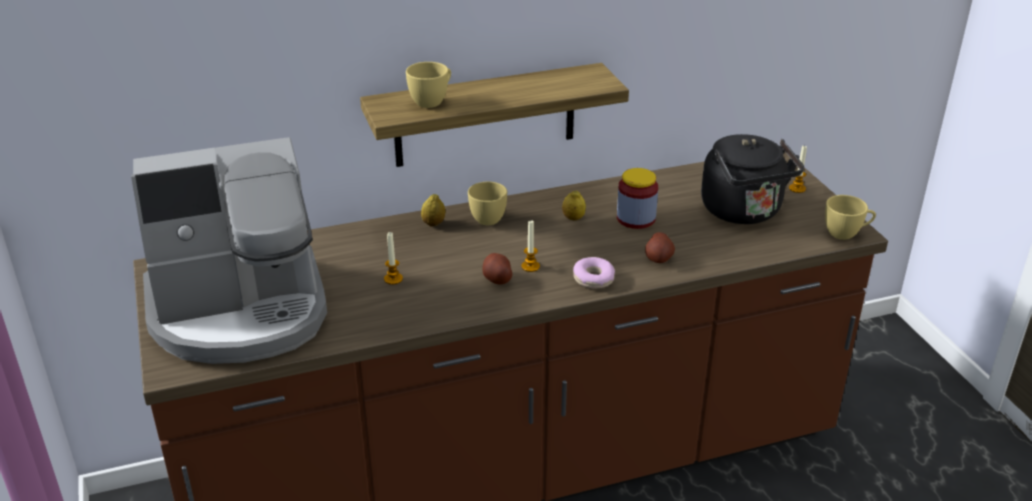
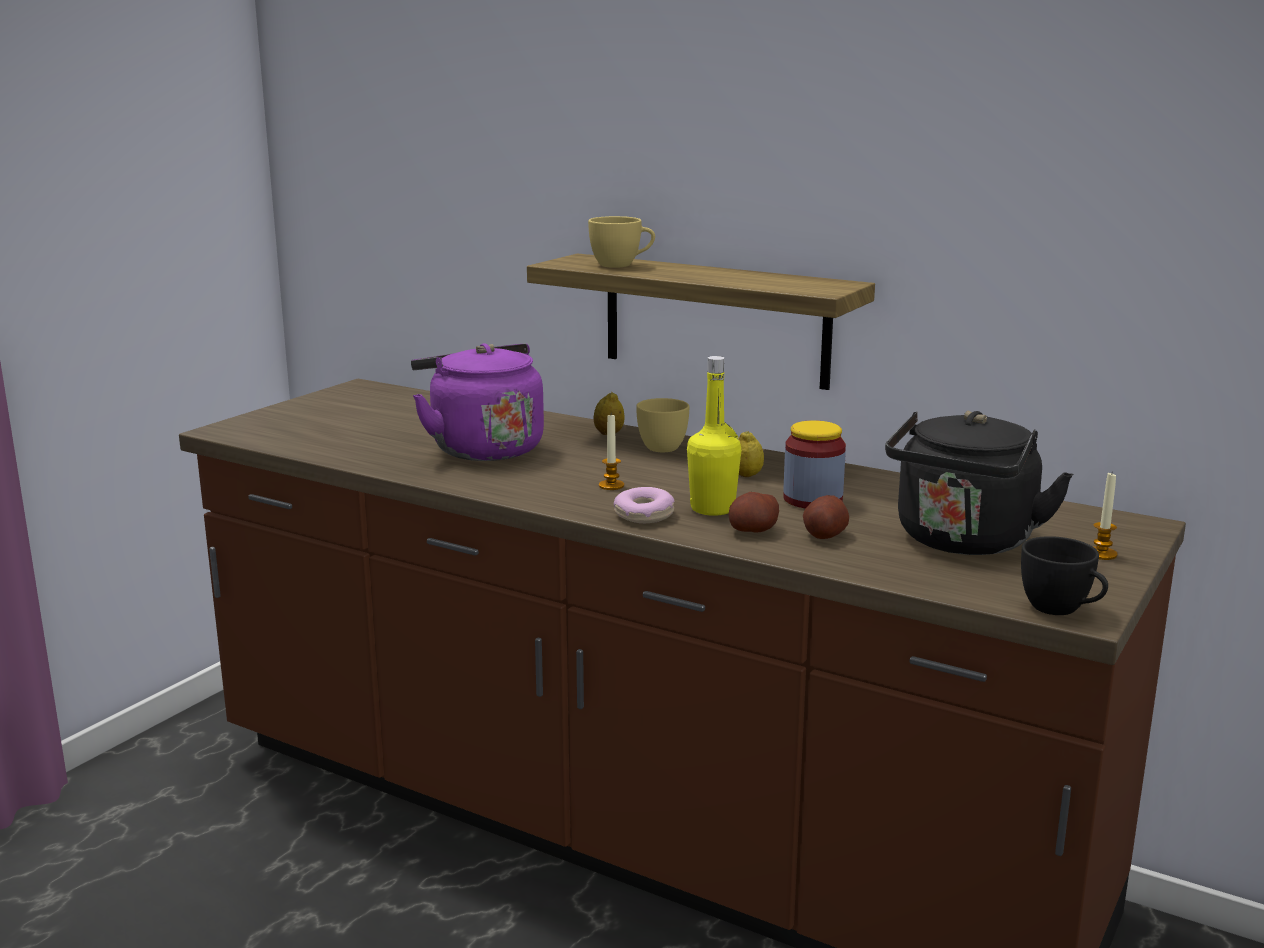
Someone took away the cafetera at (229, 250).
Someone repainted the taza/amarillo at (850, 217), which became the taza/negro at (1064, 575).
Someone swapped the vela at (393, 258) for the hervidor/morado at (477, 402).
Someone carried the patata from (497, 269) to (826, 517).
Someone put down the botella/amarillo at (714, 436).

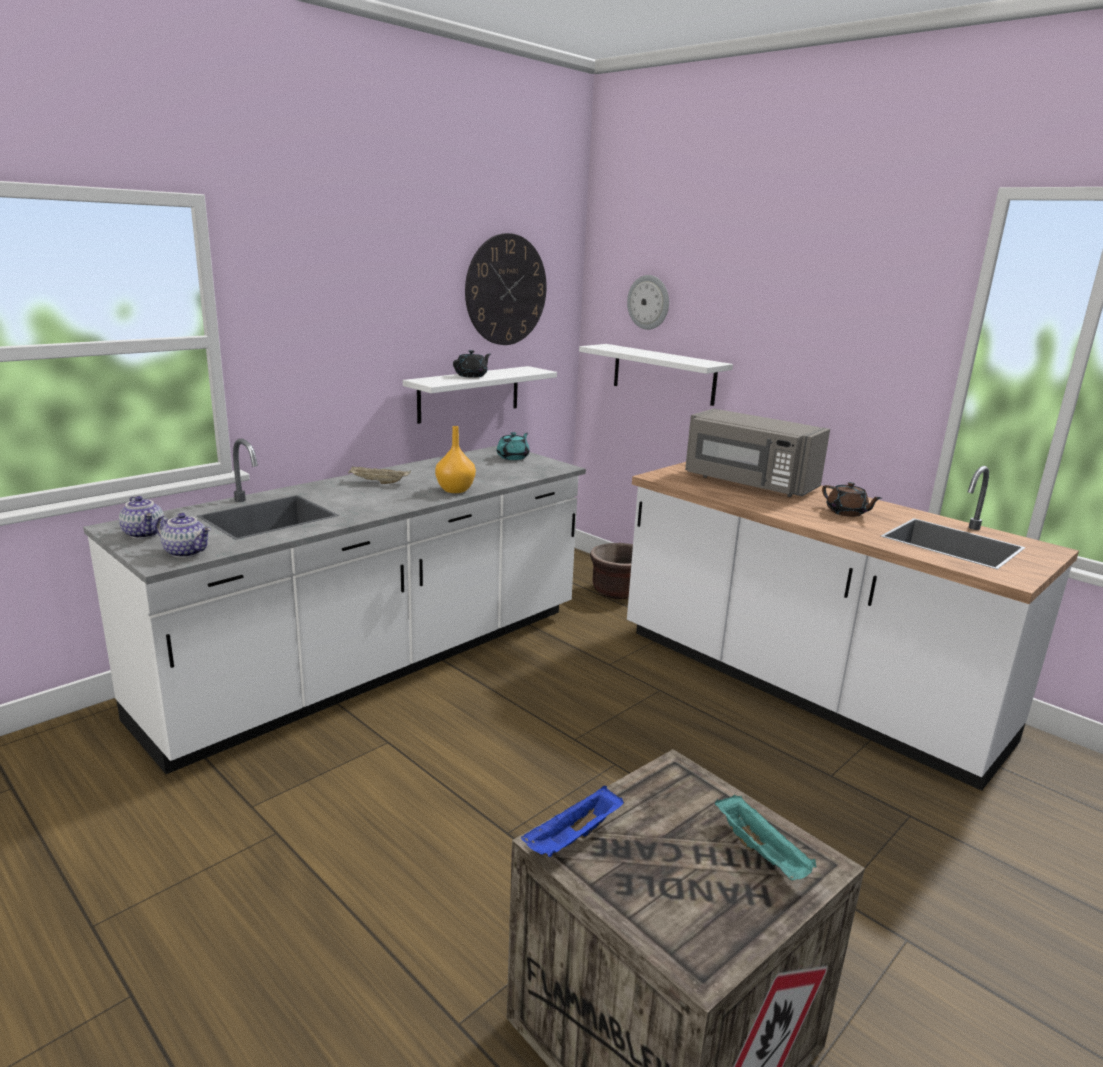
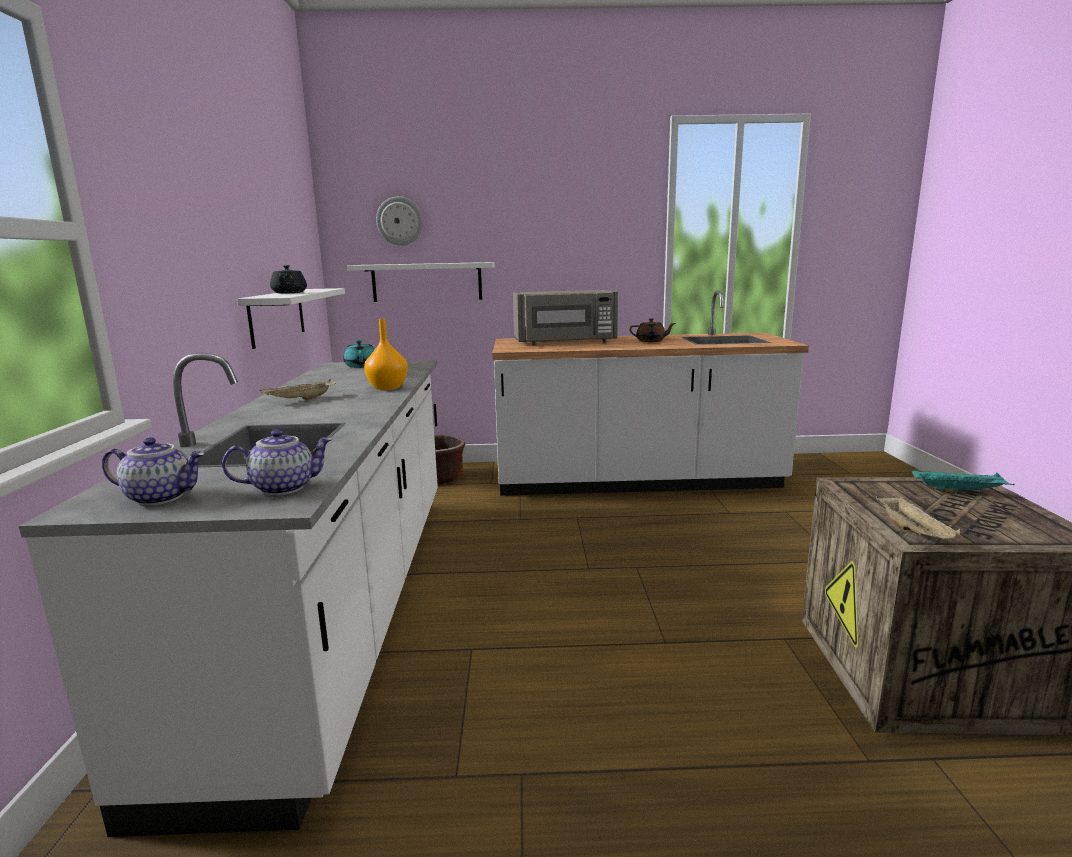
Someone took away the reloj de pared at (506, 289).
Someone repainted the bandeja/azul at (572, 821), which became the bandeja/beis at (918, 516).

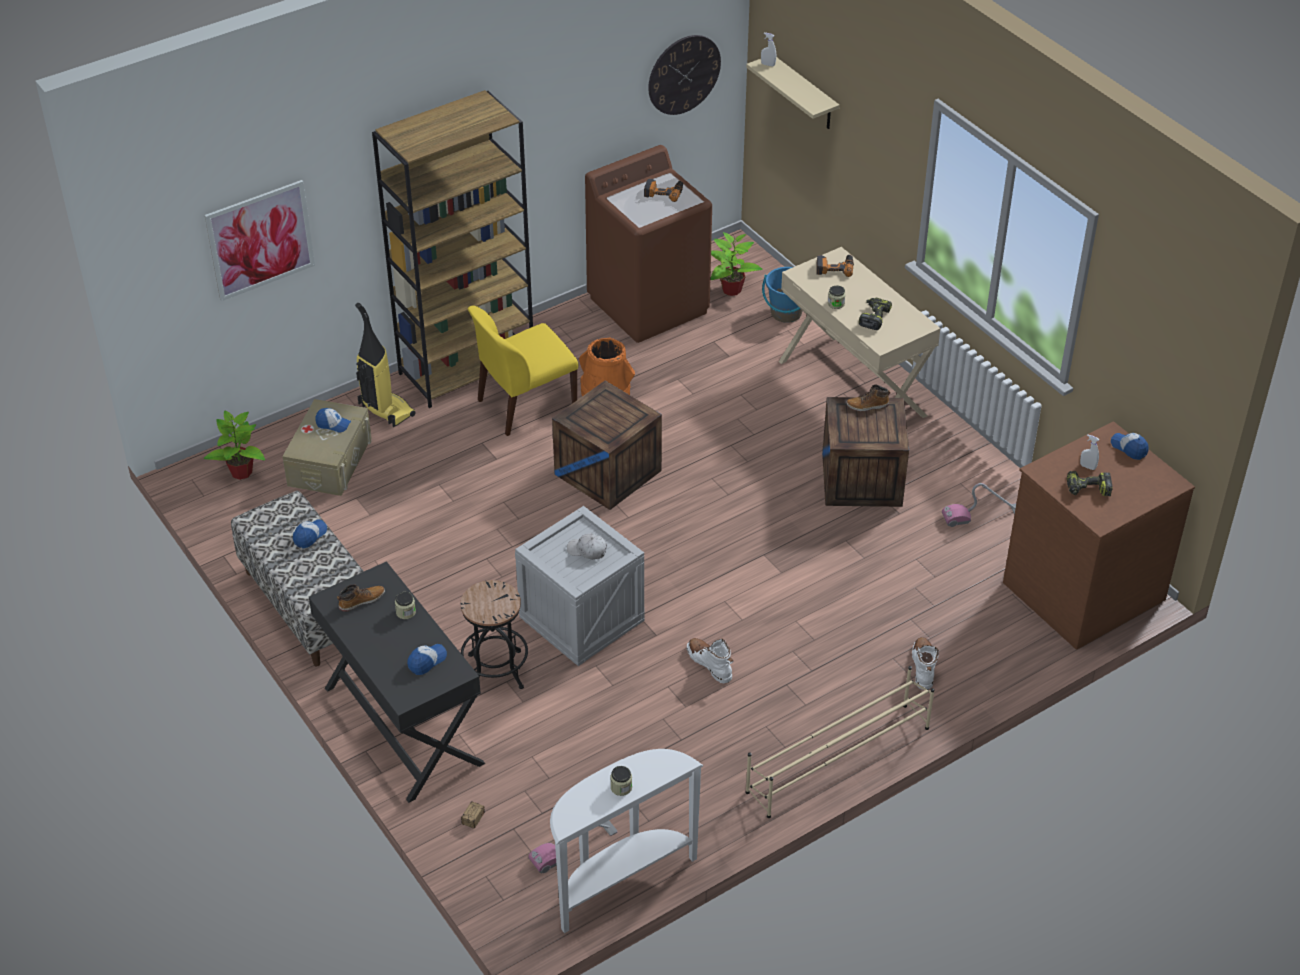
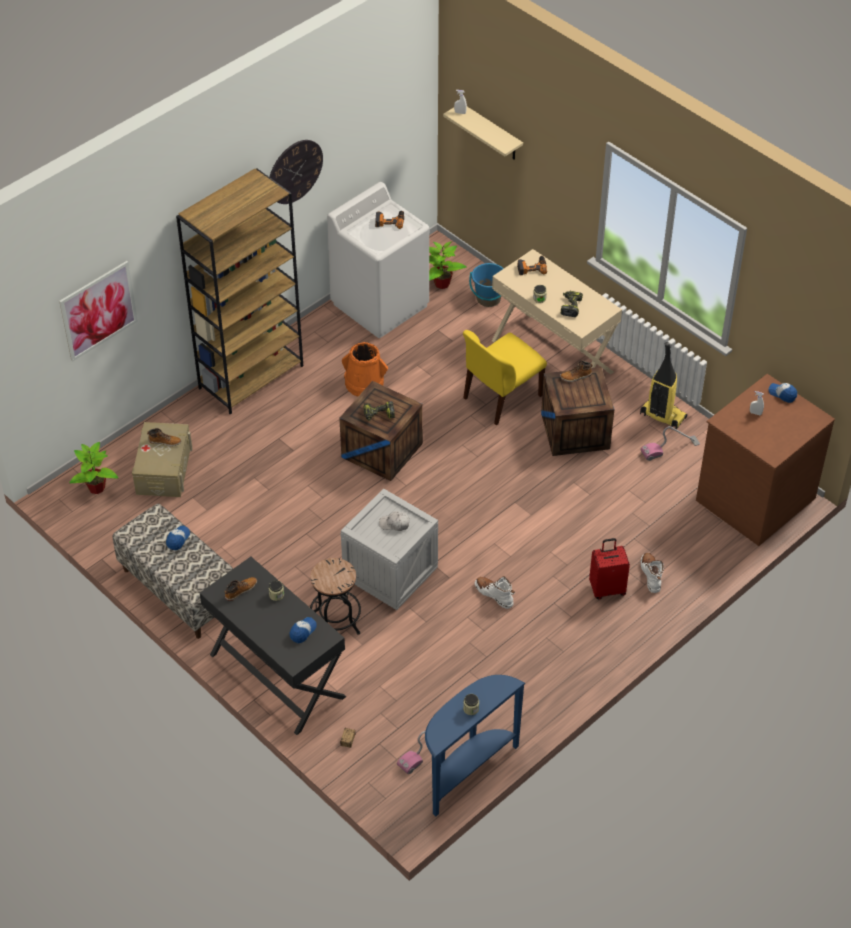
Someone carried the reloj de pared from (684, 75) to (296, 172).
Someone repainted the lavadora/marrón at (648, 244), which became the lavadora/blanco at (378, 260).
Someone carried the aspiradora from (385, 365) to (663, 385).
Someone carried the silla/amarillo from (523, 370) to (505, 377).
Someone swapped the gorra at (333, 420) for the bota at (164, 437).
Someone carried the taladro from (1089, 483) to (379, 411).
Someone took away the zapatero/beis at (840, 742).
Someone repainted the mesa consola/blanco at (627, 841), which became the mesa consola/azul at (475, 745).
Someone put down the maleta/rojo at (609, 568).

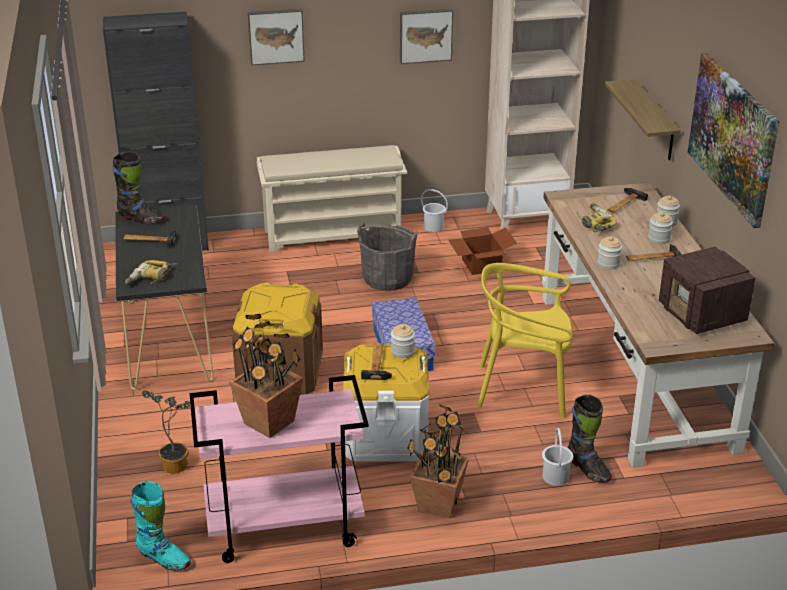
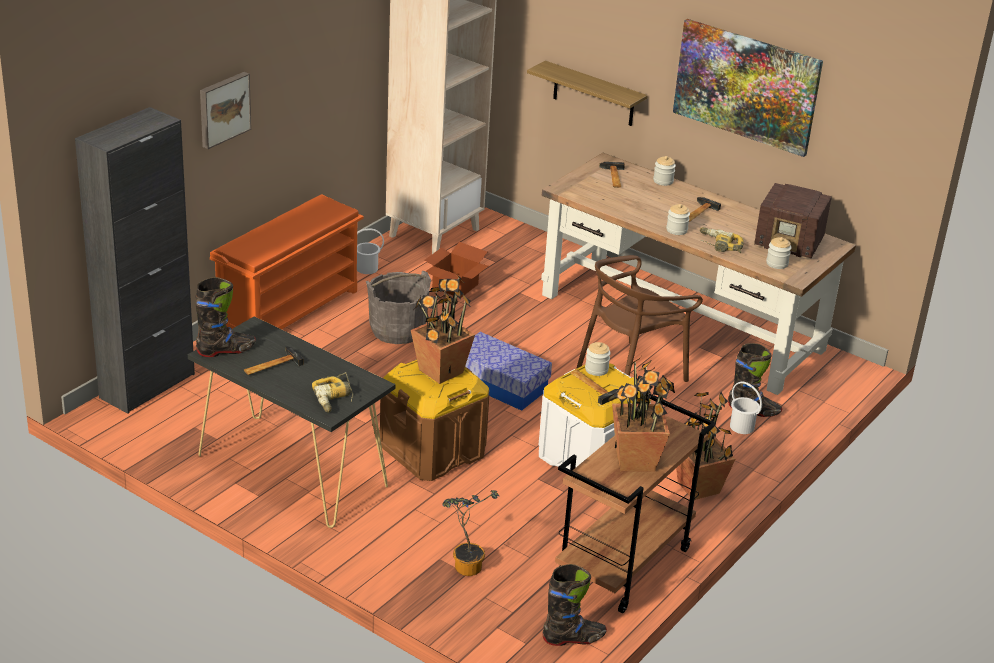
Someone took away the cuadro at (426, 36).
Someone repainted the zapatero/beis at (331, 199), which became the zapatero/naranja at (287, 261).
Someone carried the taladro from (597, 217) to (722, 240).
Someone carried the tarro from (660, 228) to (778, 253).
Someone repainted the silla/amarillo at (525, 340), which became the silla/marrón at (639, 318).
Someone repainted the carrito/rosa at (279, 469), which became the carrito/marrón at (635, 503).
Someone repainted the bota/turquesa at (160, 525), which became the bota/negro at (574, 605).
Someone put down the planta en maceta at (443, 328).

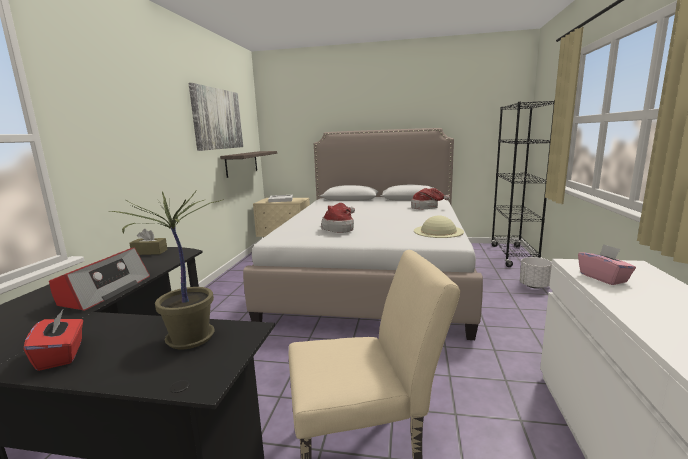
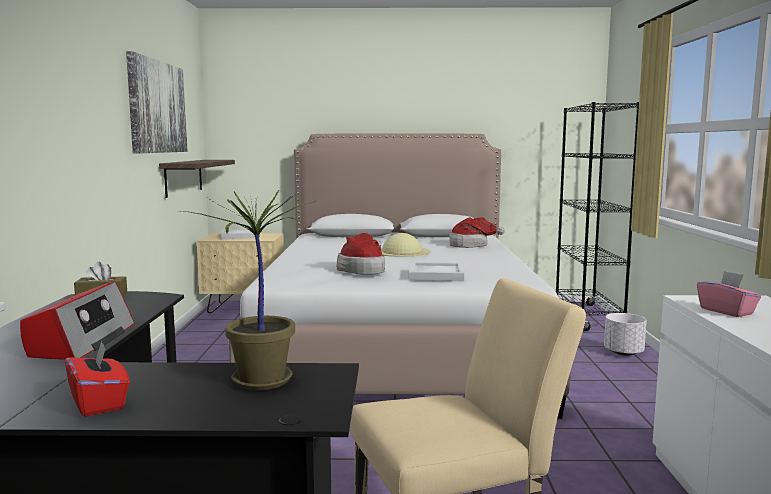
Someone carried the sombrero/beis from (439, 226) to (406, 245).
Someone put down the bandeja/blanco at (436, 271).

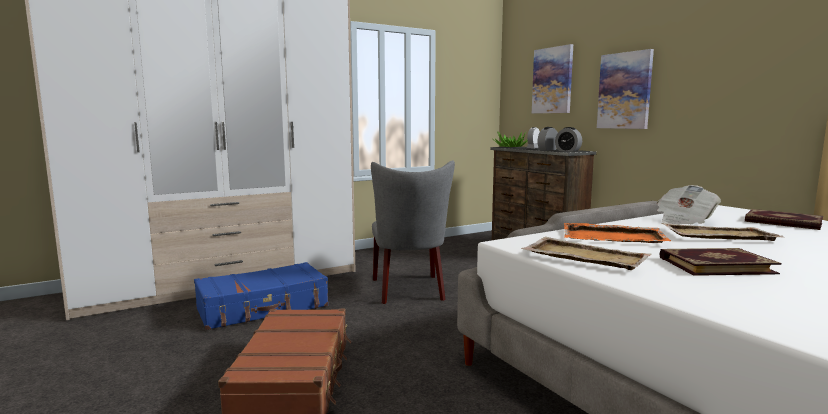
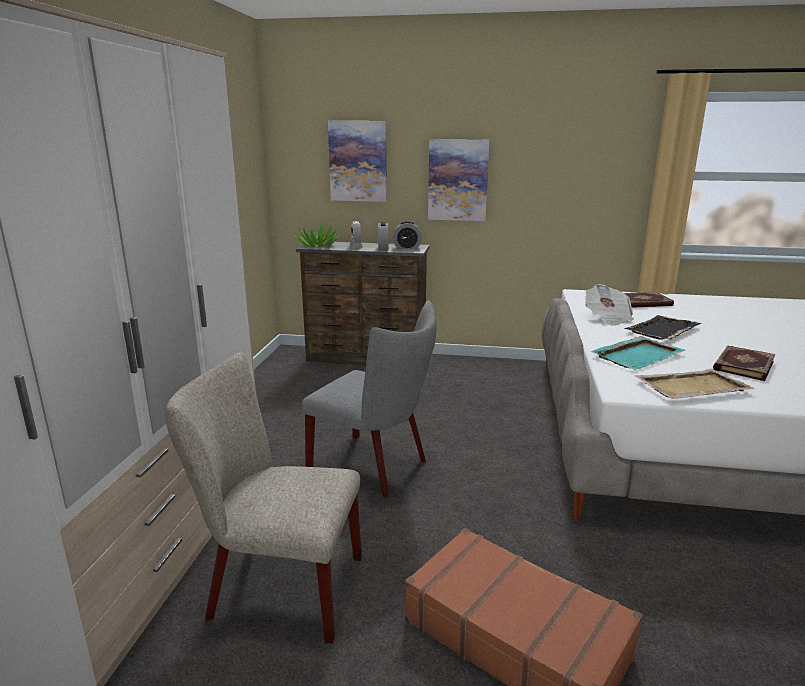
Someone repainted the bandeja/naranja at (617, 233), which became the bandeja/turquesa at (638, 353).
Someone repainted the bandeja/beis at (724, 232), which became the bandeja/negro at (663, 327).
Someone swapped the maleta/azul at (261, 296) for the silla/beis at (263, 498).

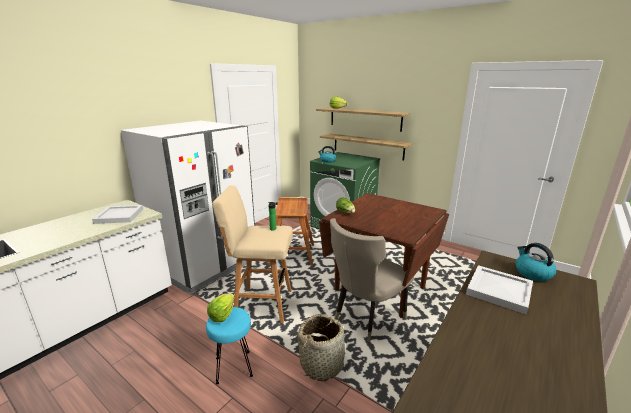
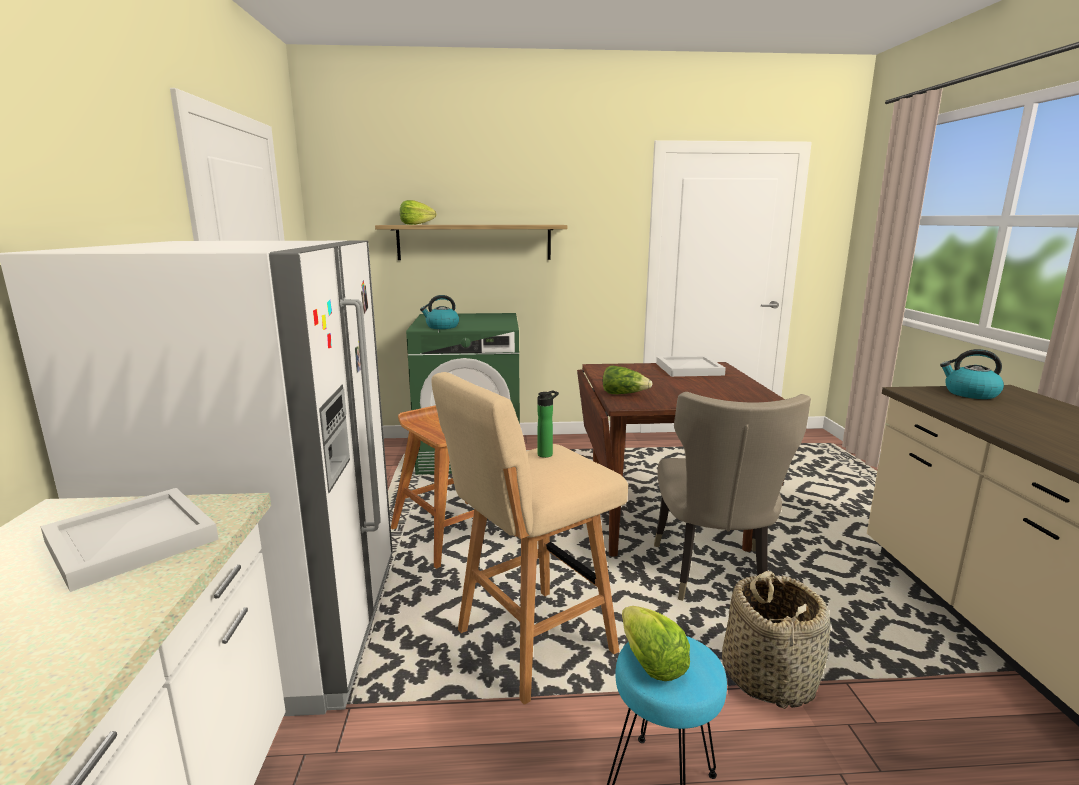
Someone took away the estante at (366, 147).
Someone carried the bandeja/blanco from (499, 290) to (691, 366).

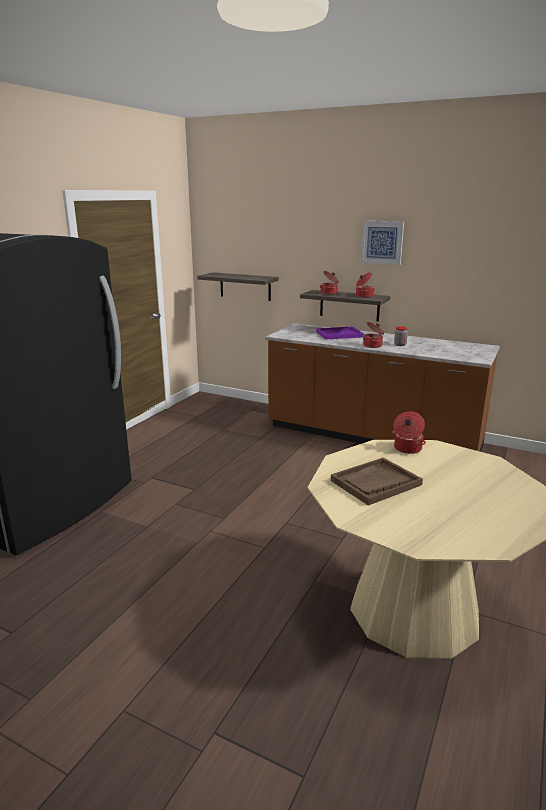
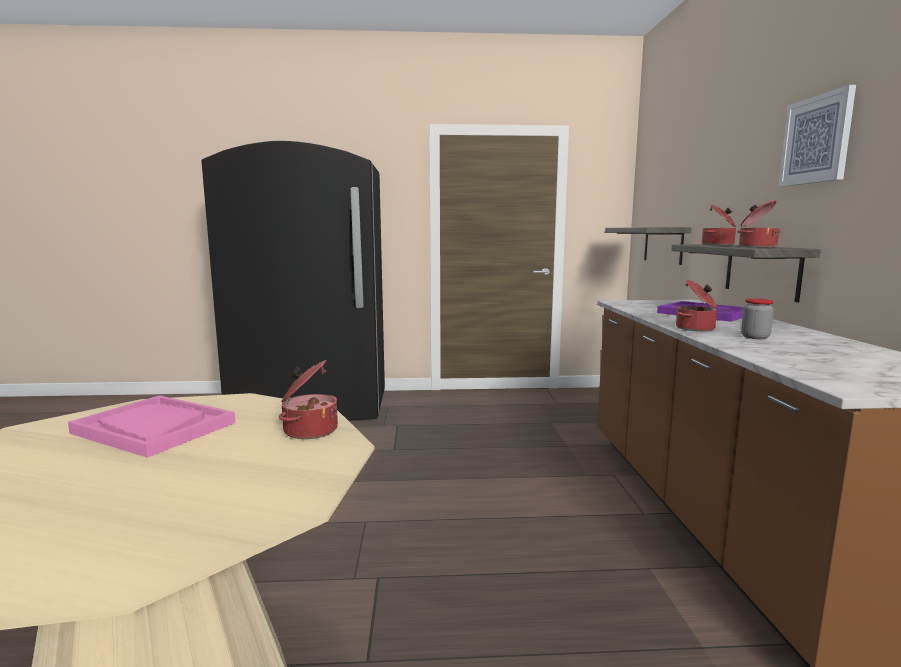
Someone repainted the bandeja/marrón at (377, 482), which became the bandeja/rosa at (151, 426).

